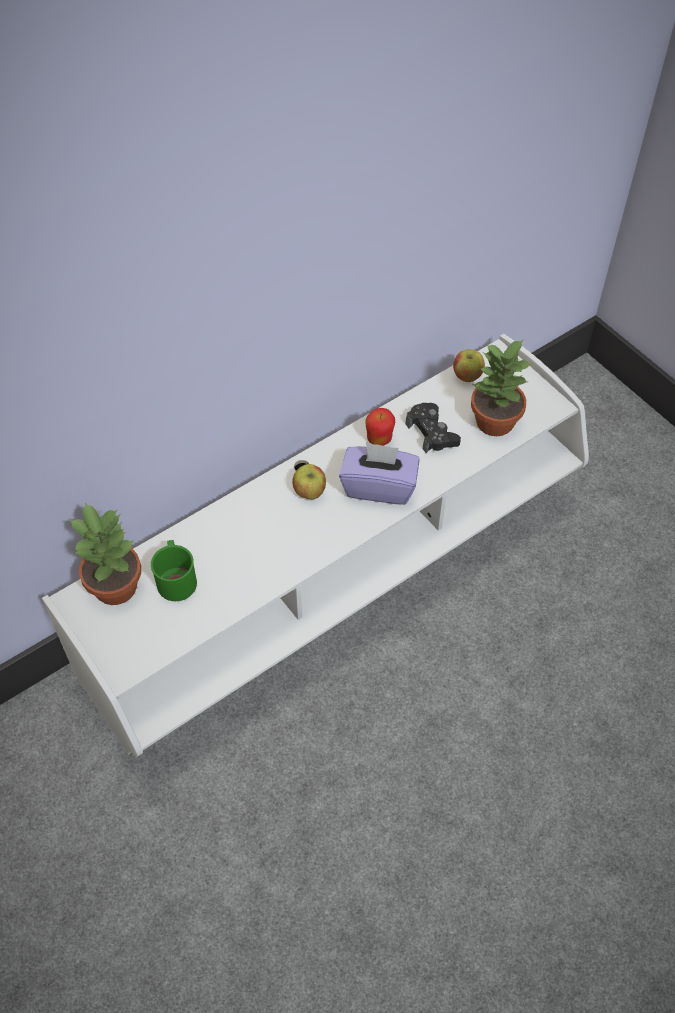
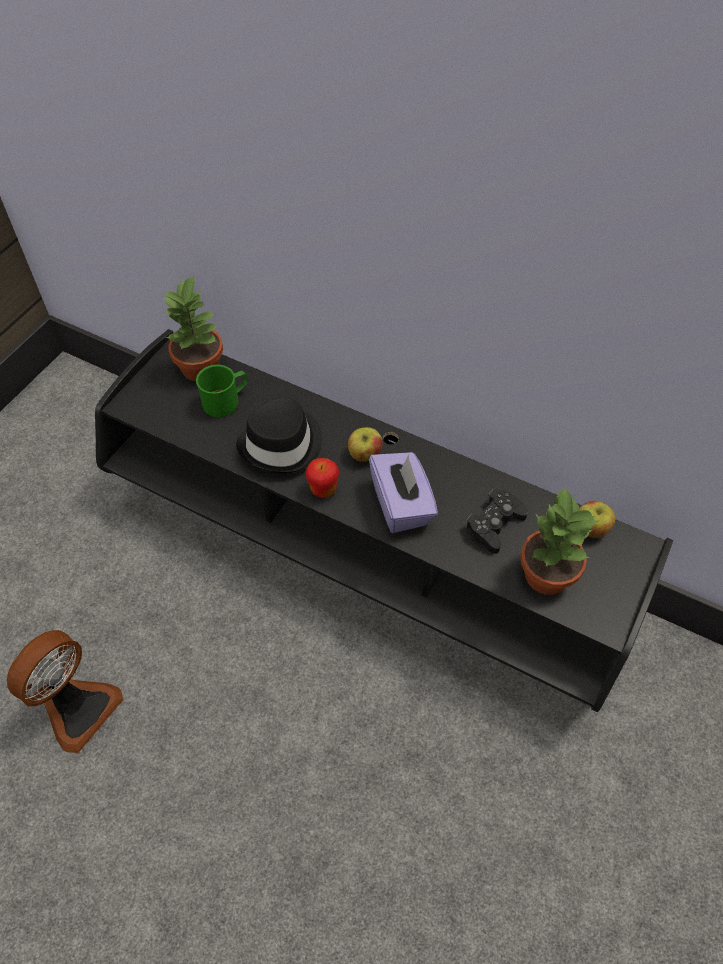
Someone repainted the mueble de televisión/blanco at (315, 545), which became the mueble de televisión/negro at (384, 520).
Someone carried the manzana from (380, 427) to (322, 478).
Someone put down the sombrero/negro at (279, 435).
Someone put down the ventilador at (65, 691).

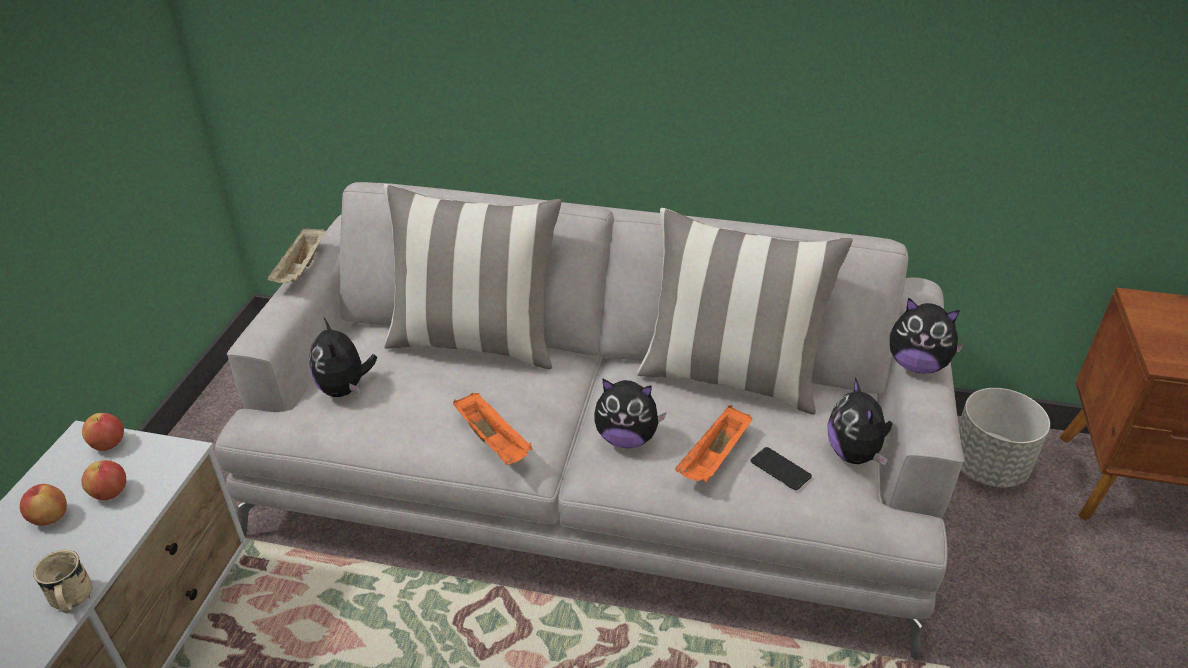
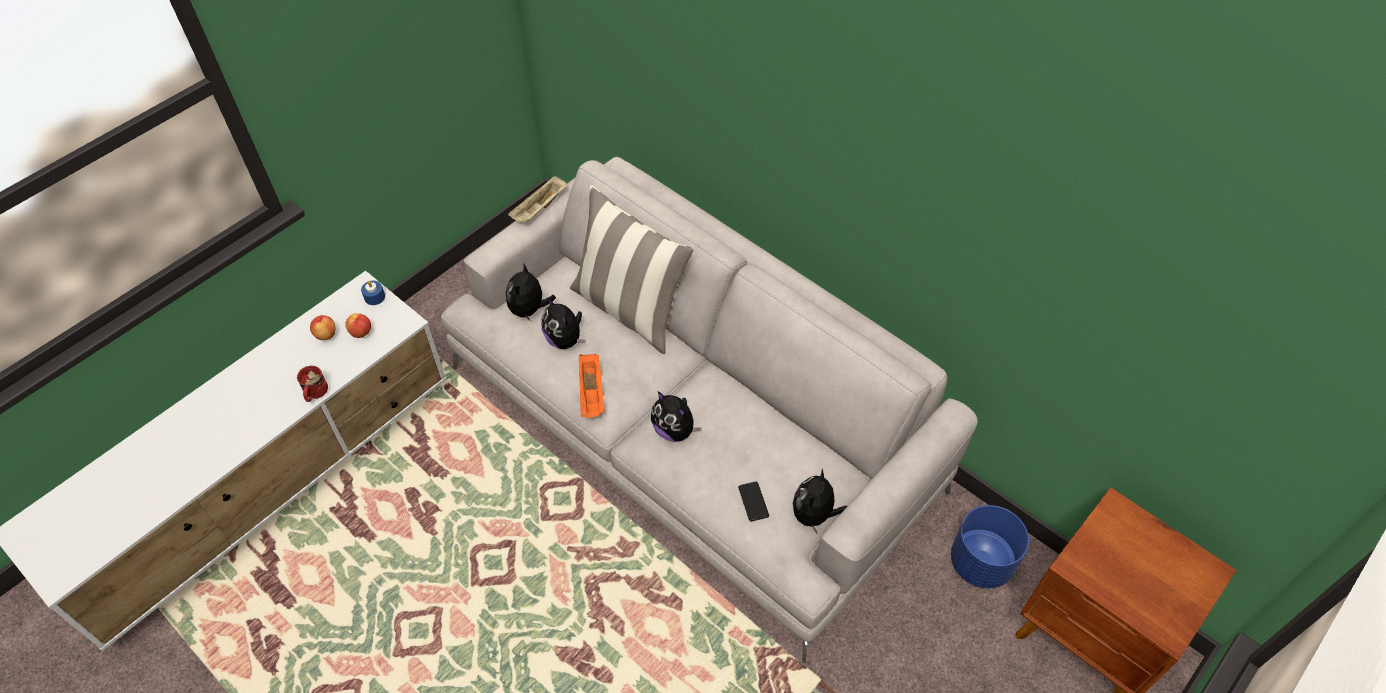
Someone took away the cojín at (745, 311).
Someone carried the peluche from (927, 335) to (563, 323).
Someone repainted the maceta/gris at (1004, 438), which became the maceta/azul at (990, 546).
Someone took away the bandeja/naranja at (713, 443).
Someone swapped the manzana at (103, 432) for the vela/azul at (373, 293).
Someone repainted the taza grande/beis at (63, 581), which became the taza grande/rojo at (312, 384).

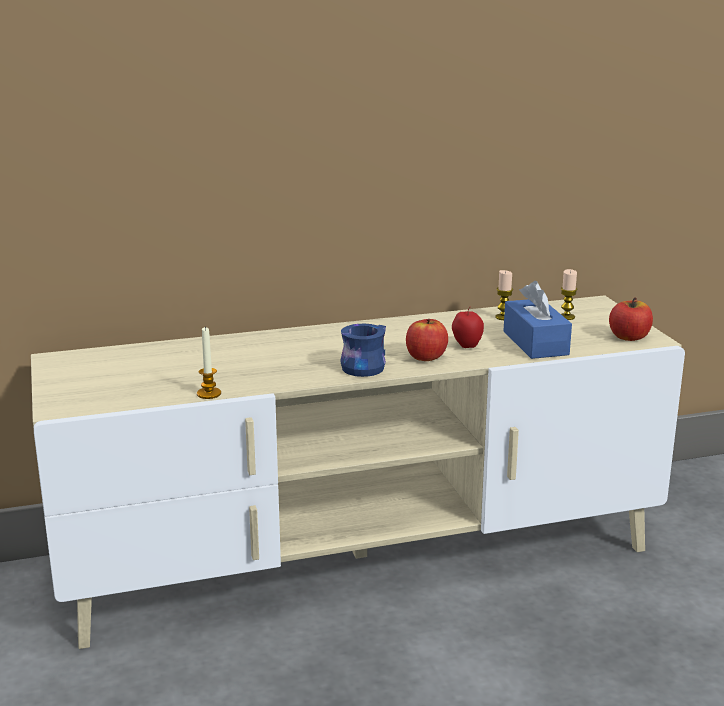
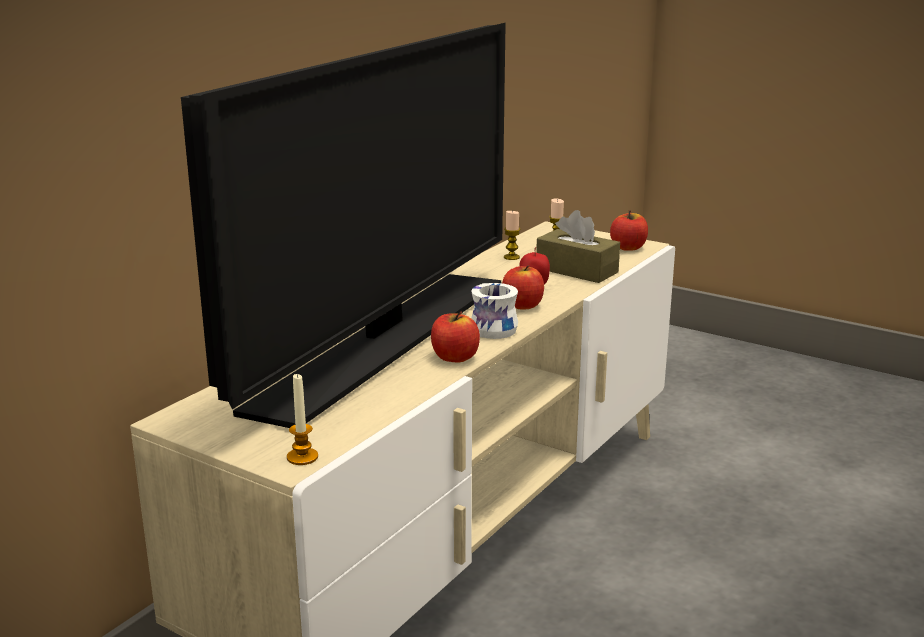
Someone repainted the caja de pañuelos/azul at (538, 320), which became the caja de pañuelos/marrón at (578, 246).
Someone repainted the taza grande/azul at (363, 350), which became the taza grande/blanco at (494, 311).
Someone carried the vela from (209, 362) to (302, 419).
Someone put down the televisor at (343, 225).
Someone put down the manzana at (455, 336).

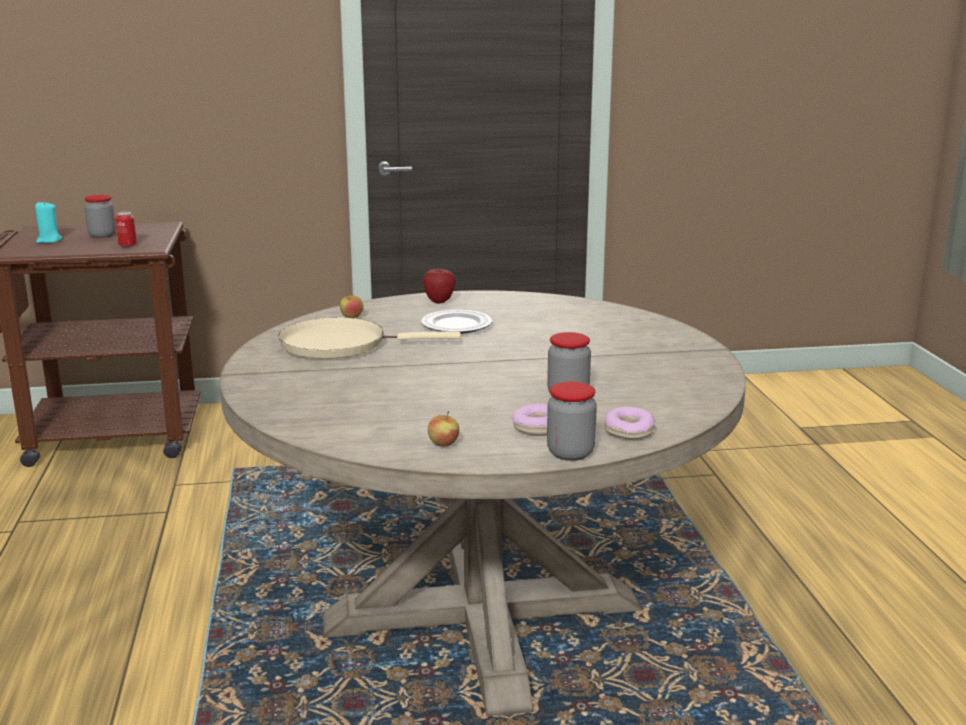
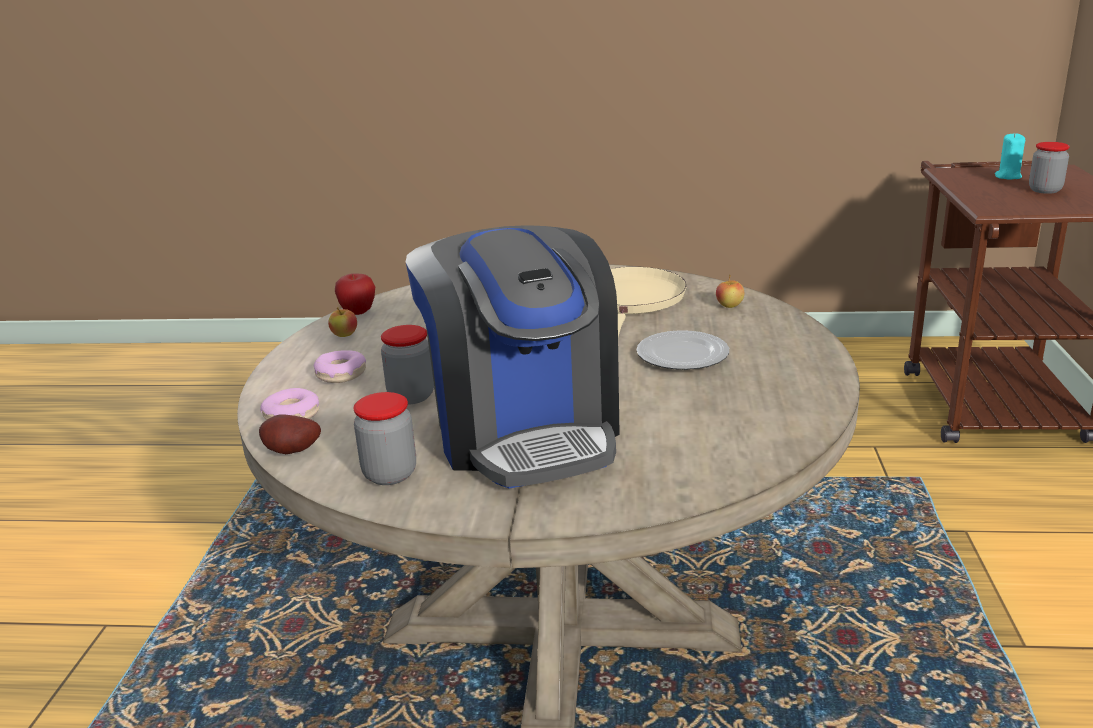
Someone took away the lata at (126, 229).
Someone carried the manzana from (439, 286) to (355, 294).
Someone carried the tarro from (572, 421) to (384, 438).
Someone put down the cafetera at (513, 357).
Someone put down the patata at (290, 434).

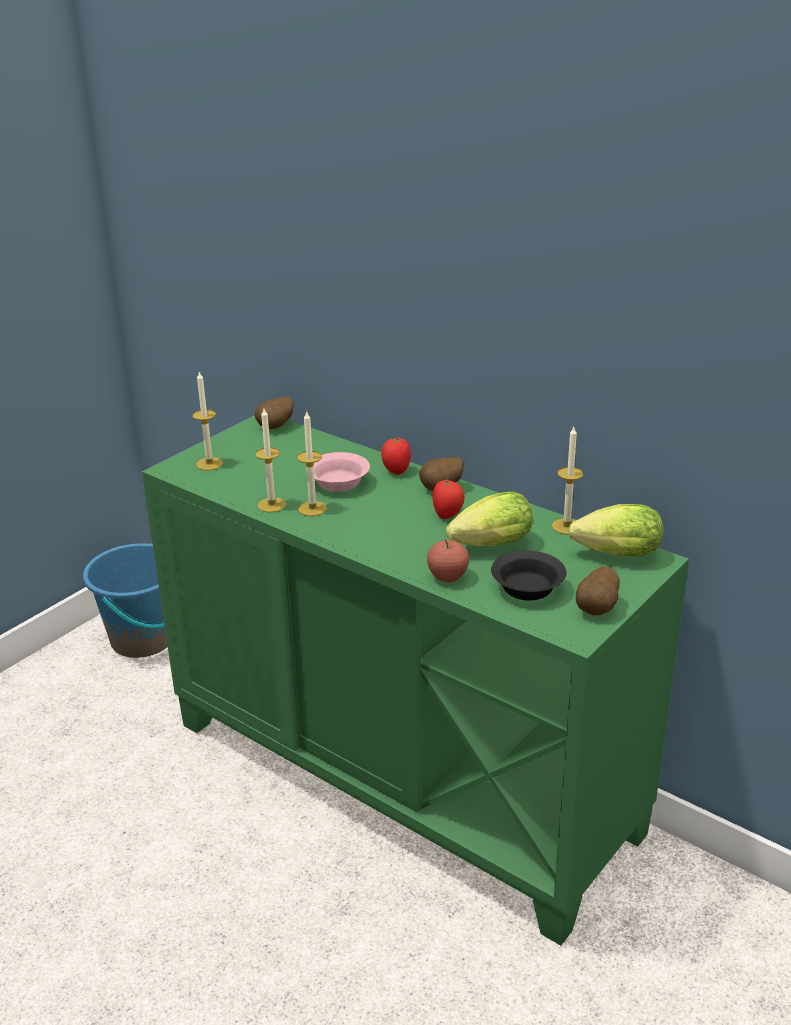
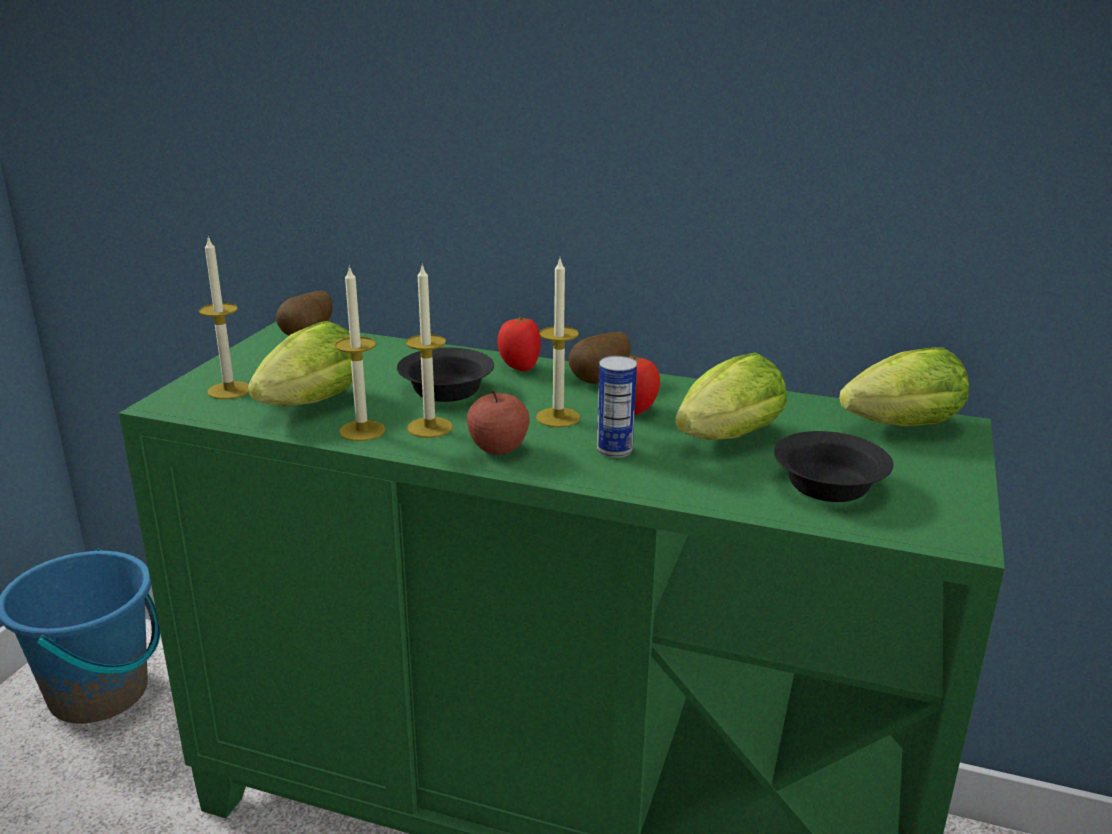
Someone carried the vela from (568, 480) to (558, 343).
Someone repainted the cuenco/rosa at (338, 472), which became the cuenco/negro at (445, 375).
Someone carried the manzana from (448, 560) to (498, 423).
Someone took away the patata at (598, 590).
Someone put down the lechuga at (300, 363).
Someone put down the lata at (617, 407).

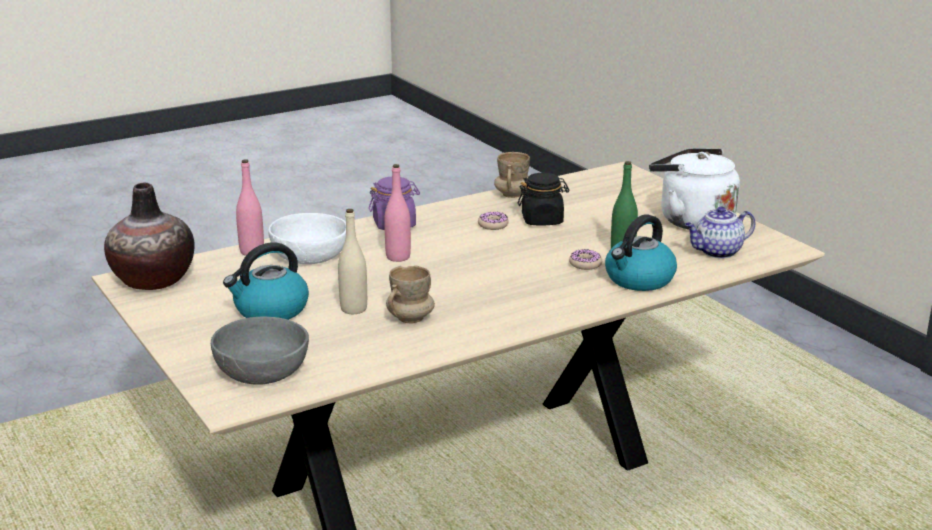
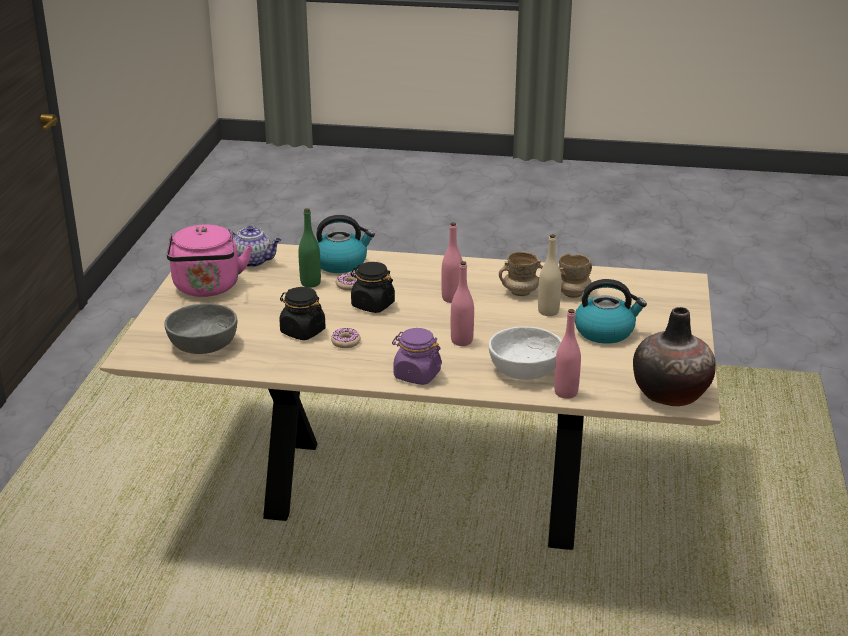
Someone repainted the hervidor/blanco at (694, 189), which became the hervidor/rosa at (209, 261).
Someone carried the taza grande/beis from (512, 175) to (575, 275).
Someone carried the cuenco/gris from (260, 351) to (201, 328).
Someone put down the botella/rosa at (452, 262).
Someone put down the tarro/negro at (373, 287).

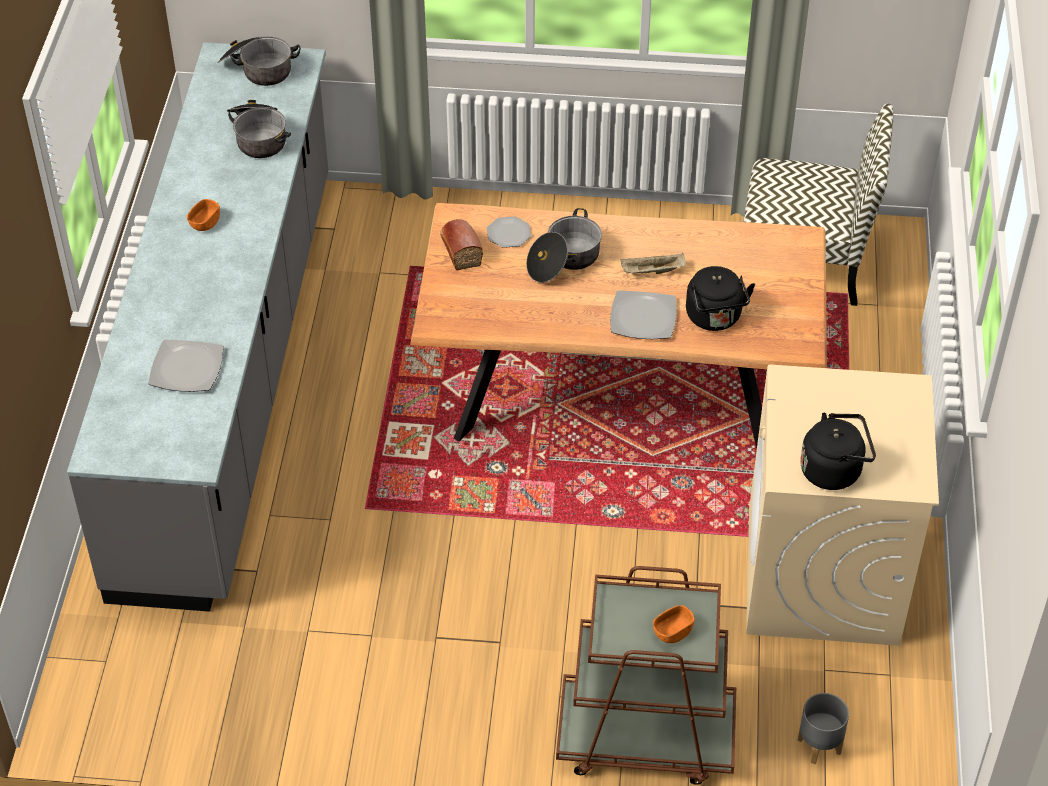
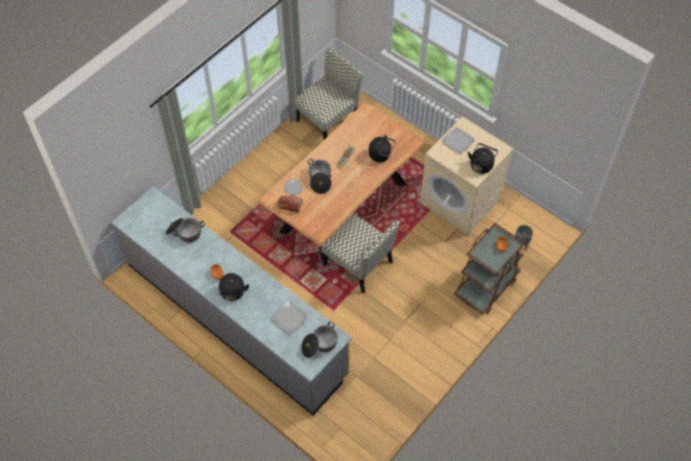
Someone carried the olla from (259, 61) to (319, 340).
Someone carried the plato from (643, 314) to (458, 140).
Someone put down the silla at (360, 253).
Someone put down the hervidor/negro at (233, 287).

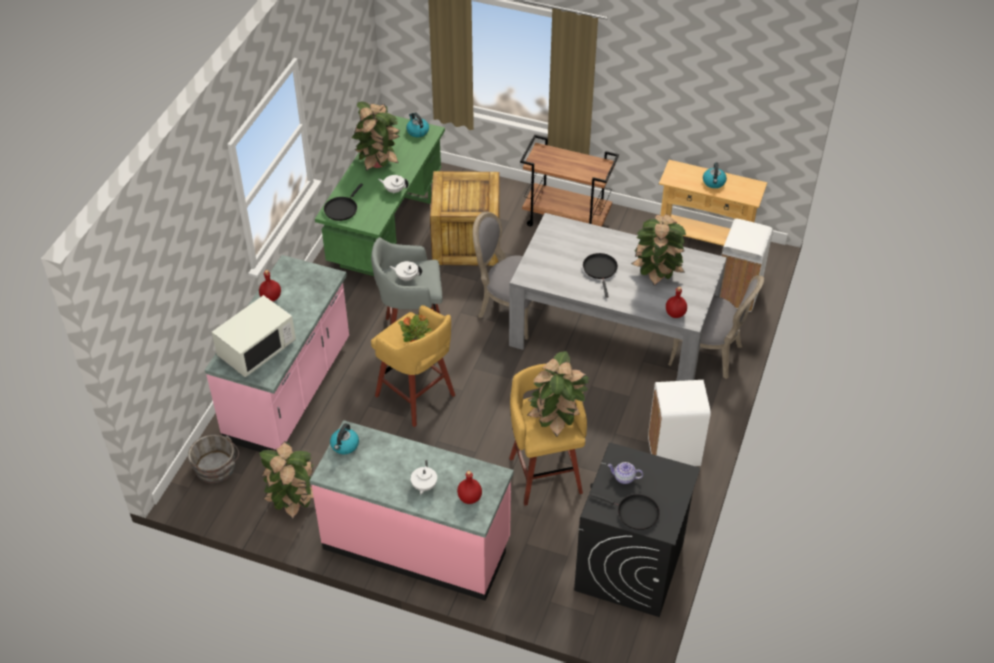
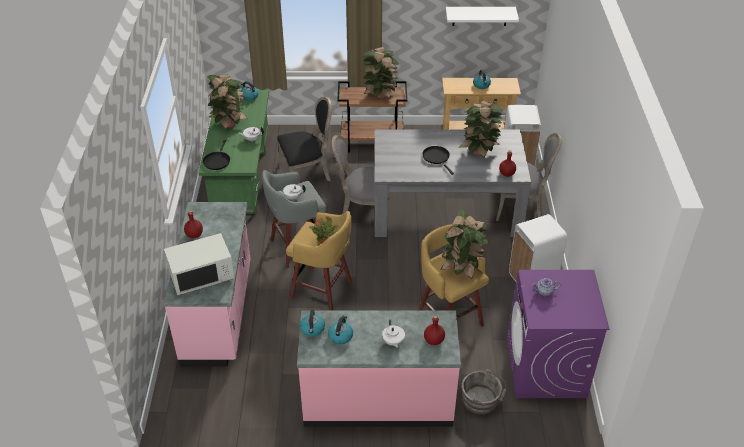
Someone swapped the caja de embalaje at (464, 218) for the silla/negro at (305, 138).
Someone rotated the microondas/blanco at (254, 336) by 45 degrees clockwise.
Someone carried the cubo/gris from (213, 458) to (484, 392).
Someone carried the planta en maceta from (286, 480) to (381, 73).
Someone repainted the lavadora/negro at (637, 529), which became the lavadora/morado at (558, 334).
Someone took away the sartén/negro at (625, 511).
Someone put up the estante/blanco at (482, 16).
Someone put down the hervidor at (340, 329).

